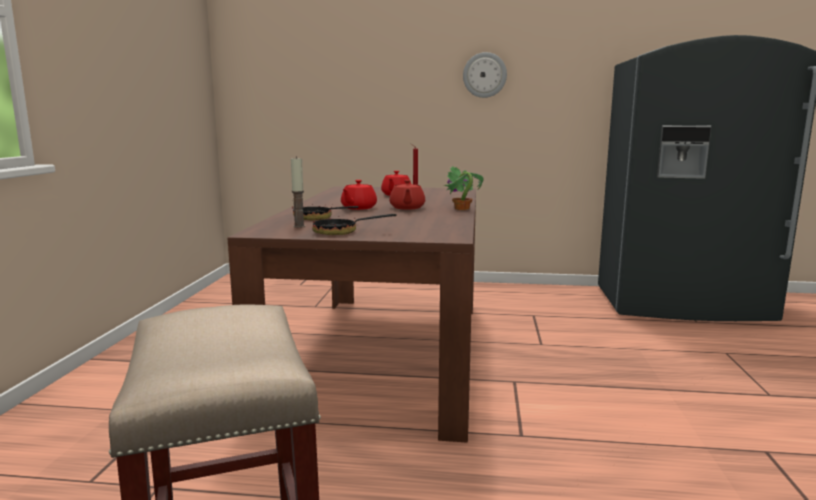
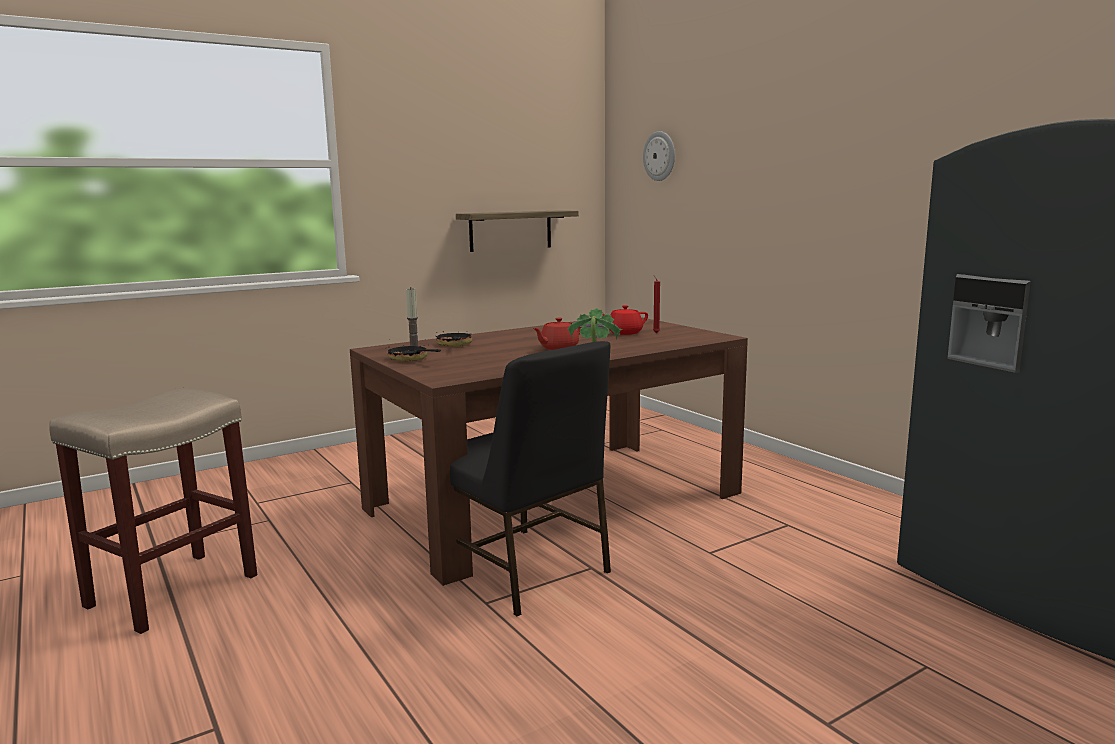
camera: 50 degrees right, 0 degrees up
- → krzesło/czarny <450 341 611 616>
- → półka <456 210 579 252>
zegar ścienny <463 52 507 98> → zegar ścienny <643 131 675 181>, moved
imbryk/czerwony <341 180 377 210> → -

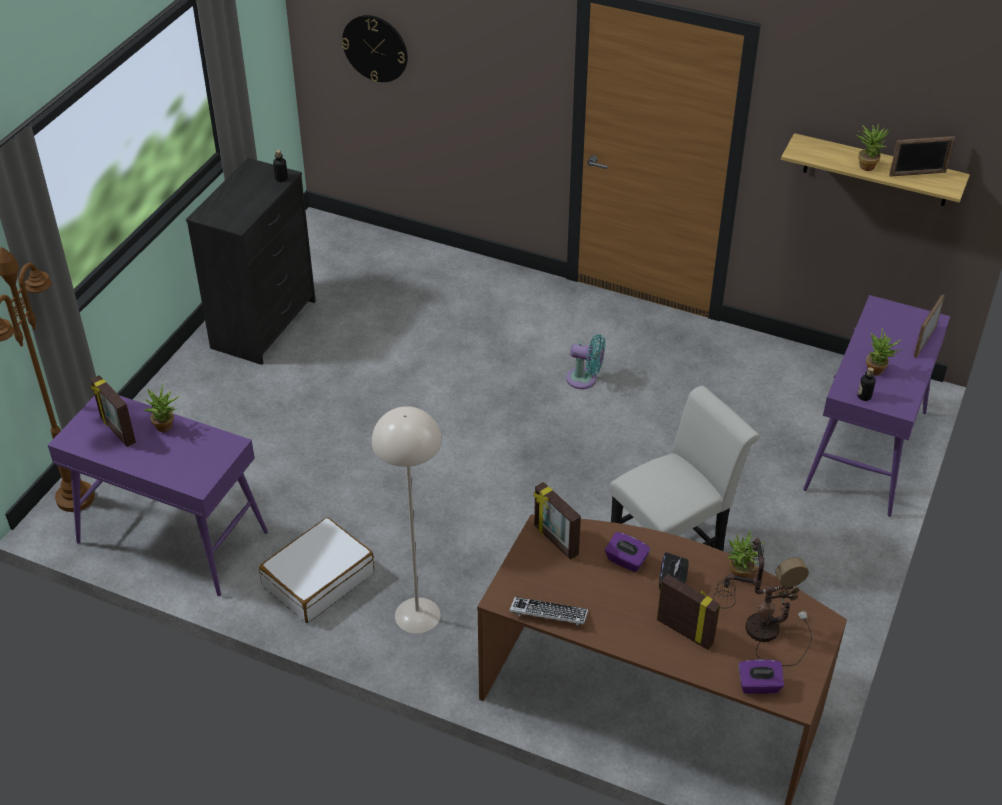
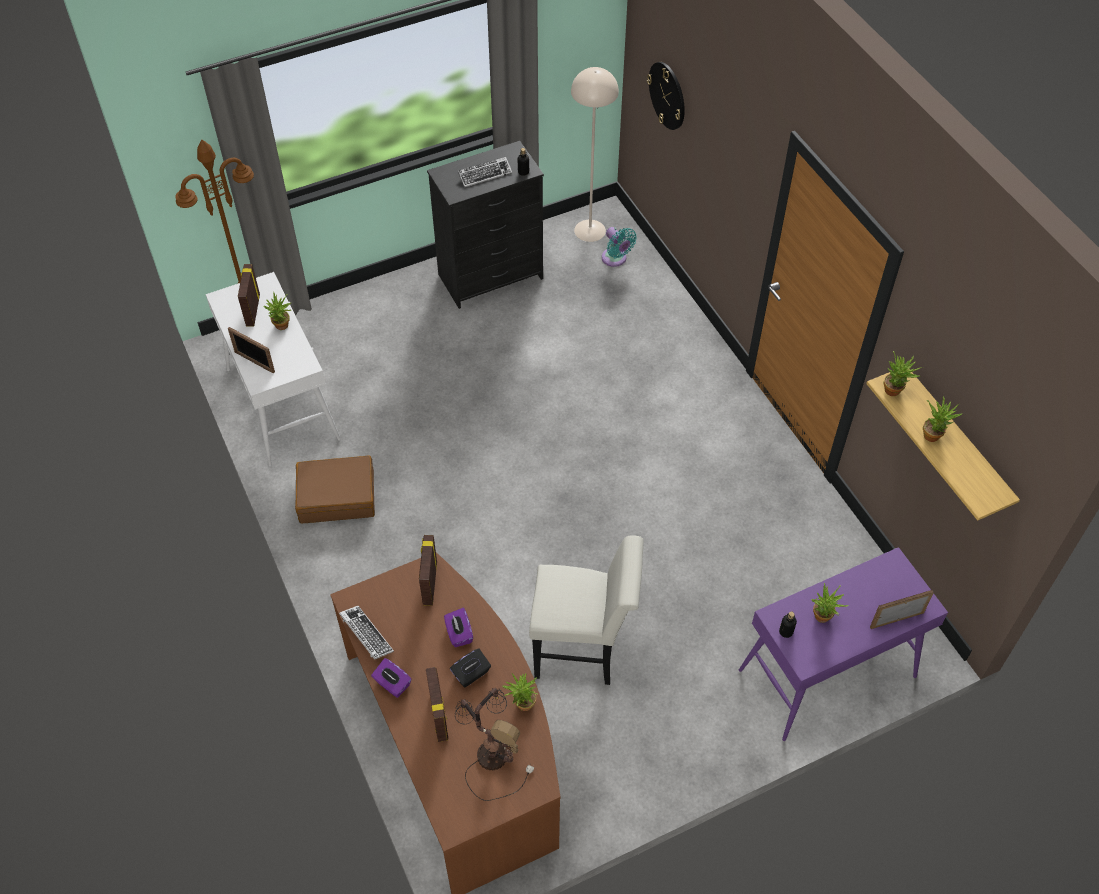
camera: 40 degrees right, 10 degrees up
stolik konsolowy/fioletowy <48 395 268 596> → stolik konsolowy/biały <206 272 341 466>
ramka na zdjęcie <889 136 955 177> → ramka na zdjęcie <228 327 275 373>, moved
walizka/biały <259 517 374 623> → walizka/brązowy <295 455 375 524>
pudełko chusteczek/fioletowy <738 660 784 694> → pudełko chusteczek/fioletowy <371 658 411 698>, moved
- → klawiatura <458 157 512 187>
lampa stojąca/beżowy <372 406 442 634> → lampa stojąca/beżowy <571 67 619 242>, moved
wentylator/turkusowy <566 334 605 389> → wentylator/turkusowy <602 227 637 267>, moved
- → roślina doniczkowa <884 351 922 396>

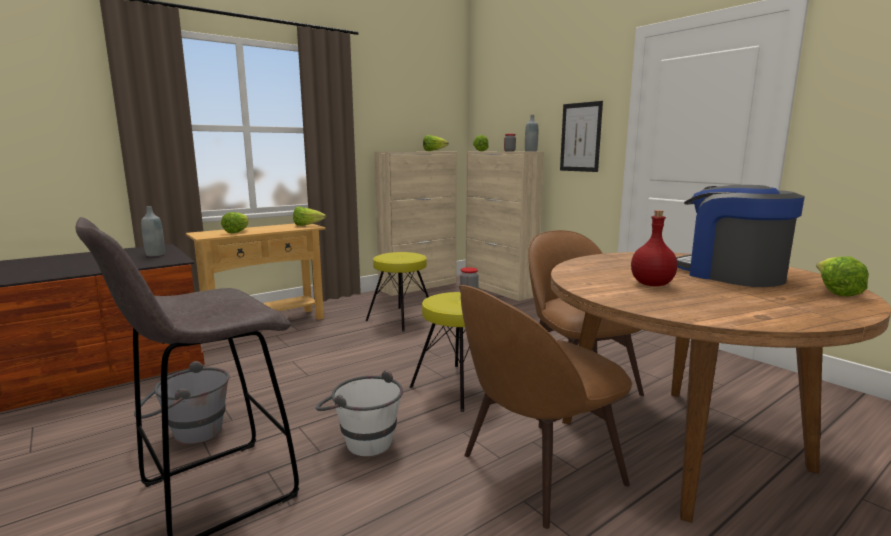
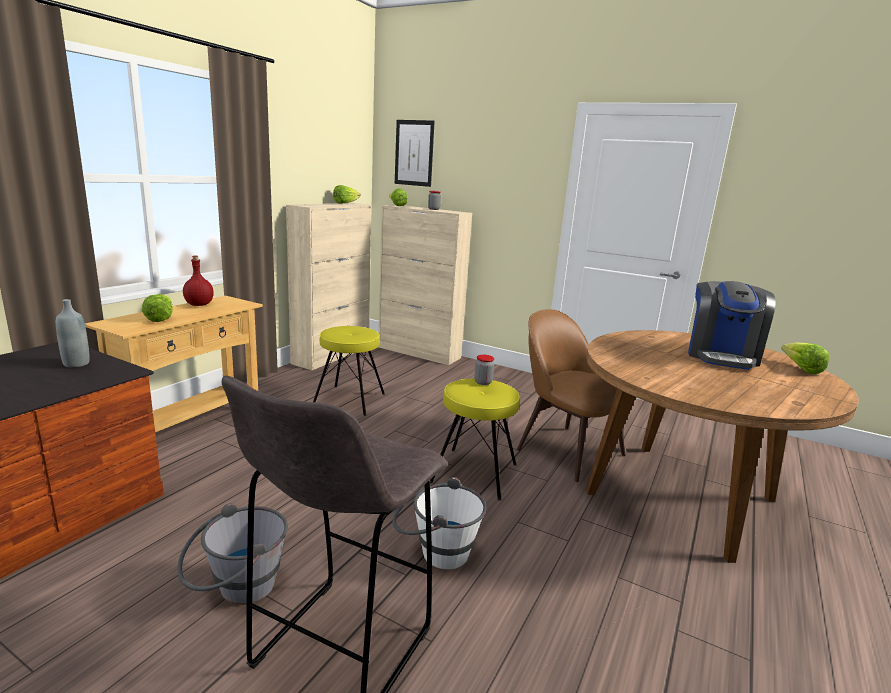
camera: 25 degrees left, 5 degrees up
butelka/czerwony <631 210 677 286> → butelka/czerwony <183 256 214 306>, moved
obraz <560 101 603 172> → obraz <395 120 435 187>, moved
ekspres do kawy <676 185 805 287> → ekspres do kawy <688 281 775 370>, 105 degrees counterclockwise
sałata <293 206 326 226> → -
krzesło/brązowy <459 285 632 529> → -
butelka/szary <525 115 538 152> → -

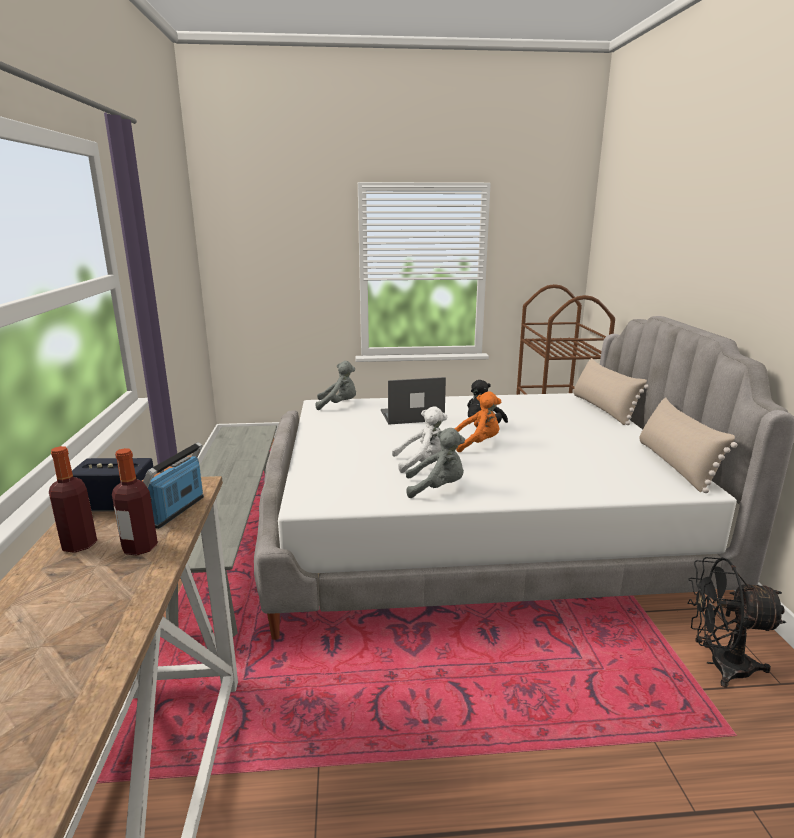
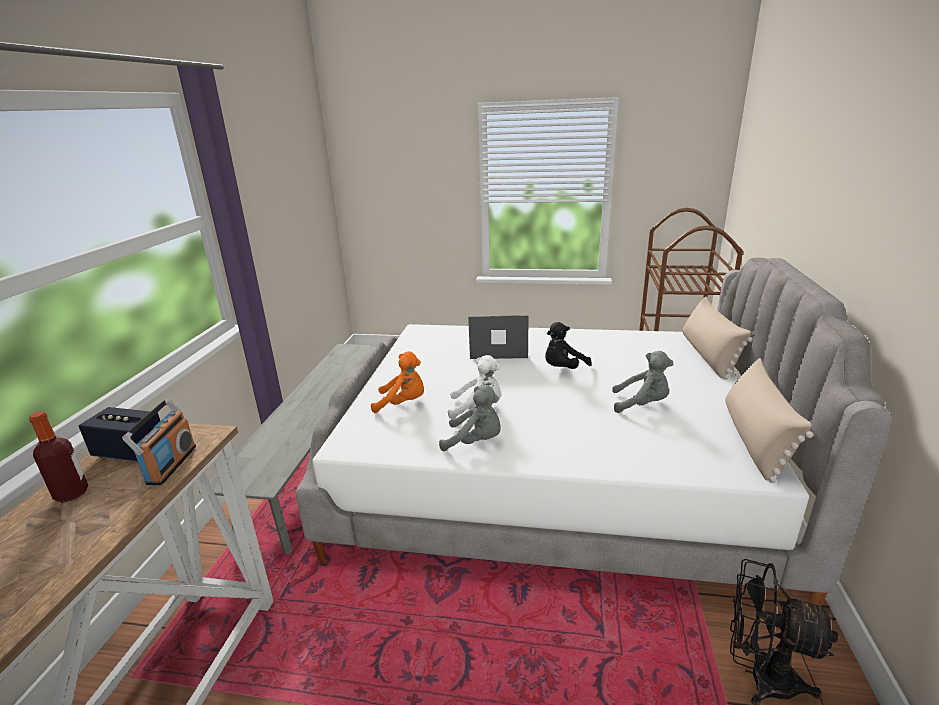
camera: 15 degrees right, 5 degrees up
radio <142 442 204 529> → radio <122 398 196 485>, 150 degrees clockwise
pluszak/pomarańczowy <455 391 501 452> → pluszak/pomarańczowy <371 351 424 413>, moved
pluszak/szary <315 361 356 410> → pluszak/szary <612 351 673 413>, moved
butelka <112 448 158 555> → -

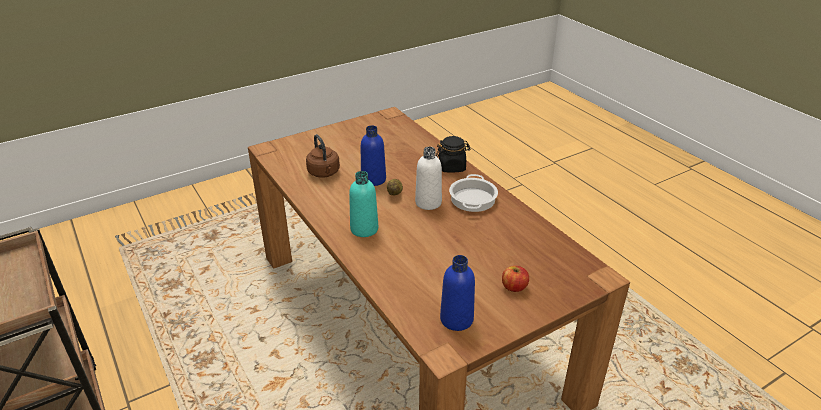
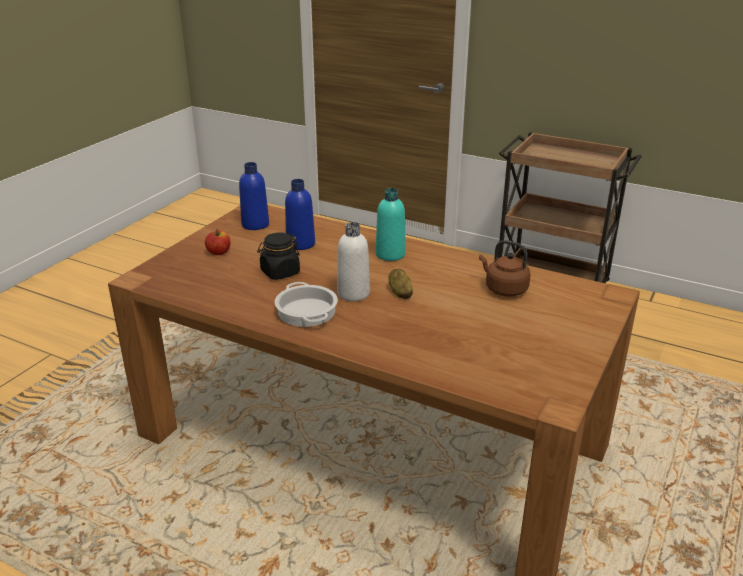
camera: 150 degrees right, 5 degrees down
słoik/czarny <436 136 471 172> → słoik/czarny <257 233 300 280>, moved
butelka/niebieski <361 125 386 186> → butelka/niebieski <285 179 315 250>, moved

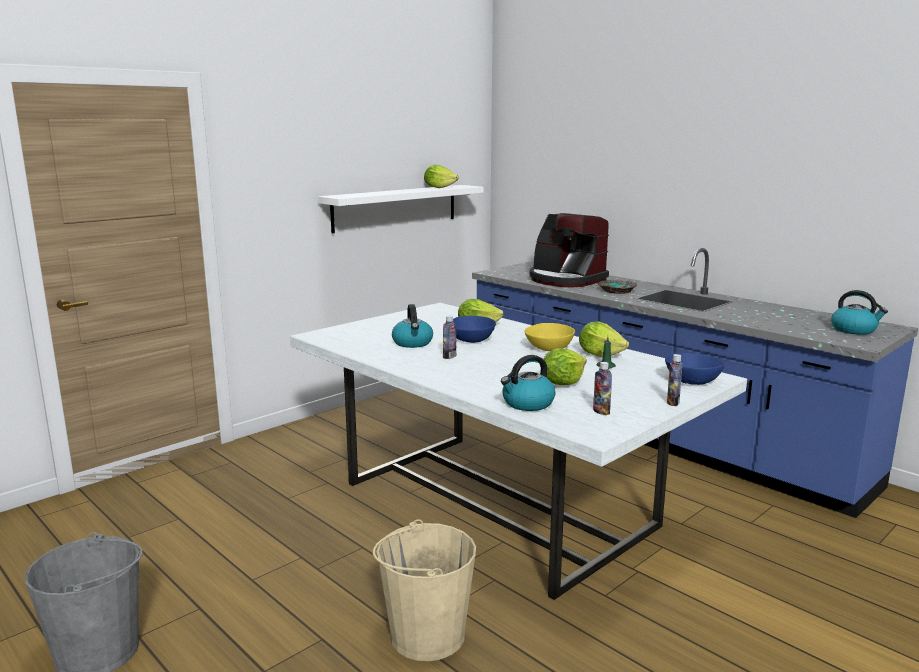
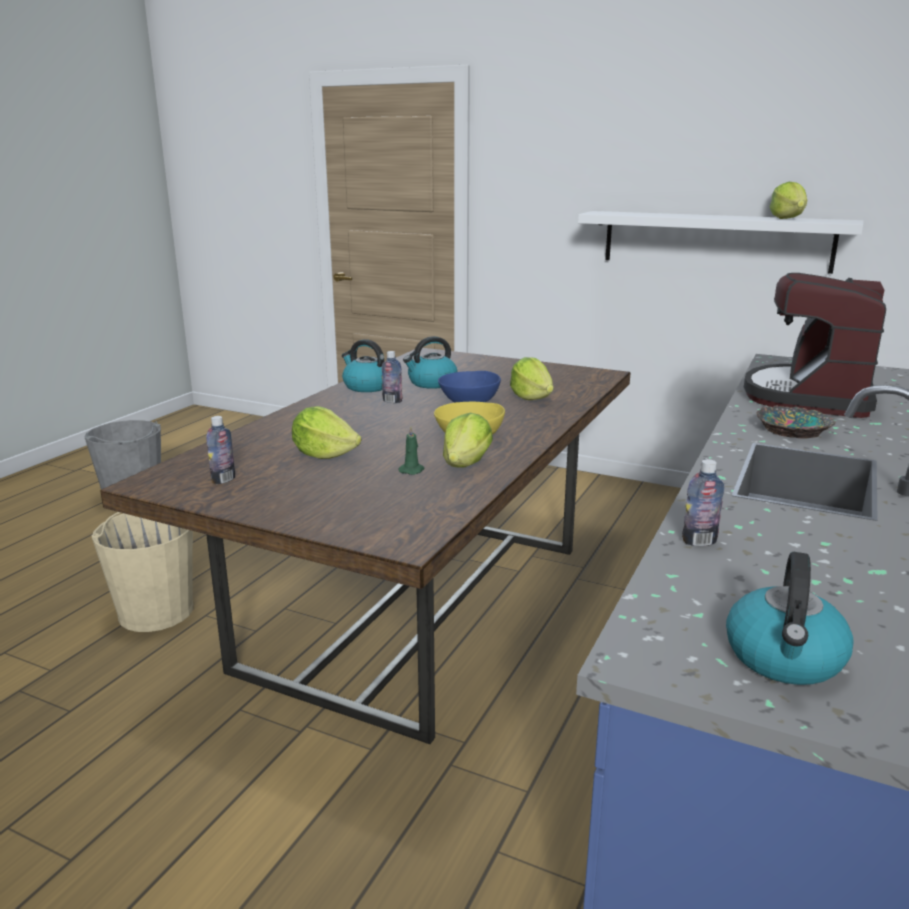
camera: 70 degrees right, 5 degrees up
stół jadalny/biały <290 303 747 600> → stół jadalny/brązowy <101 348 630 744>
czajnik <501 355 555 411> → czajnik <342 339 384 392>, moved
butelka <667 354 683 406> → butelka <682 459 724 546>, moved
miska/niebieski <665 353 725 385> → -

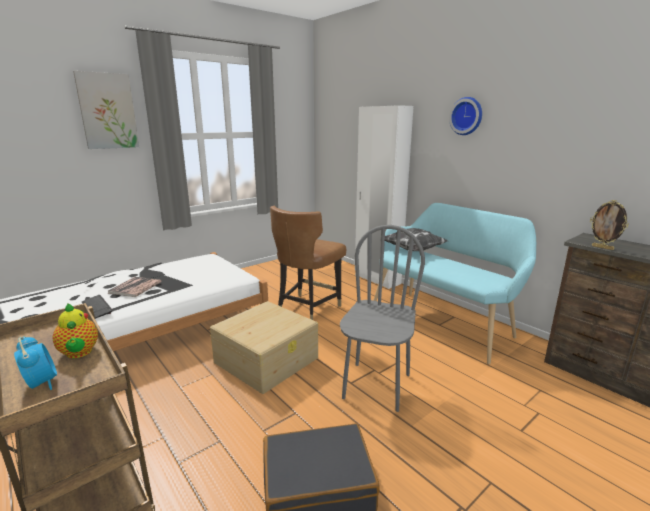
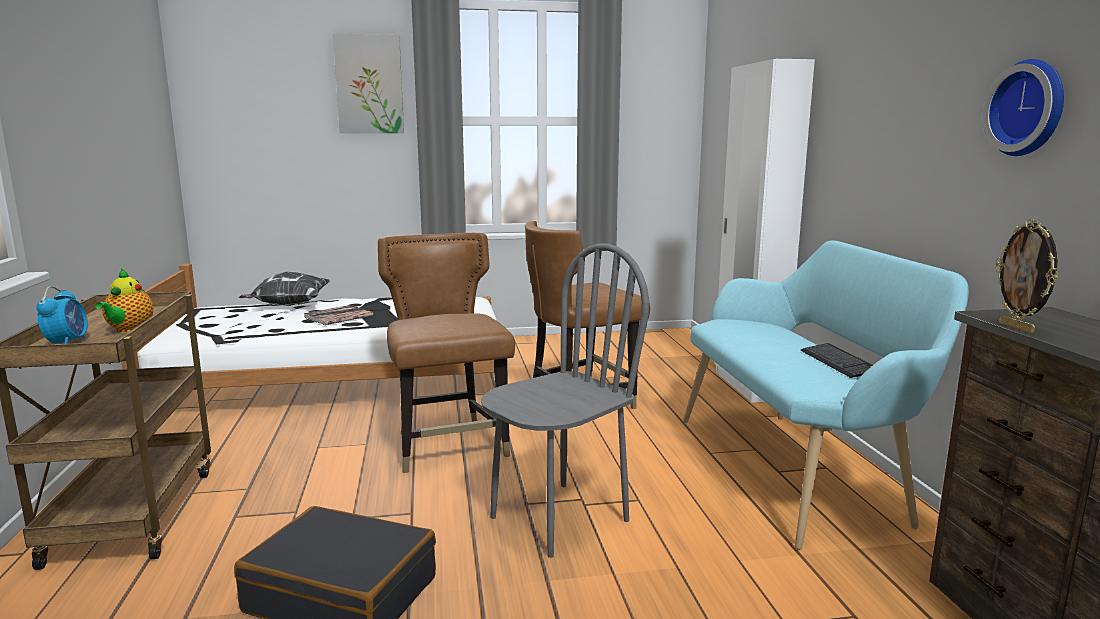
camera: 30 degrees right, 5 degrees down
poduszka <385 228 448 251> → poduszka <238 272 330 306>, moved
pojemnik do przechowywania/beżowy <210 301 318 394> → krzesło/brązowy <378 233 515 473>
klawiatura <82 295 113 319> → klawiatura <801 343 873 378>, moved
zegar ścienny <449 97 482 135> → zegar ścienny <983 59 1064 156>, moved

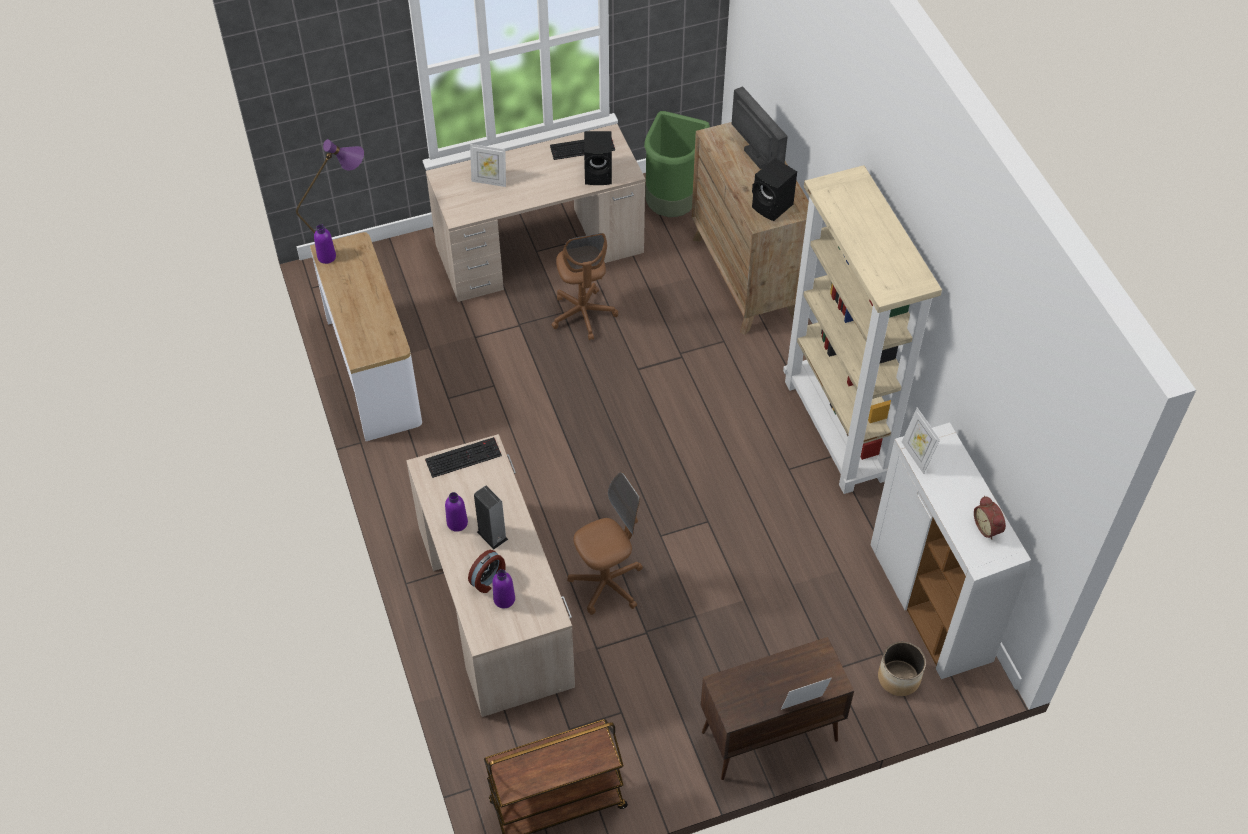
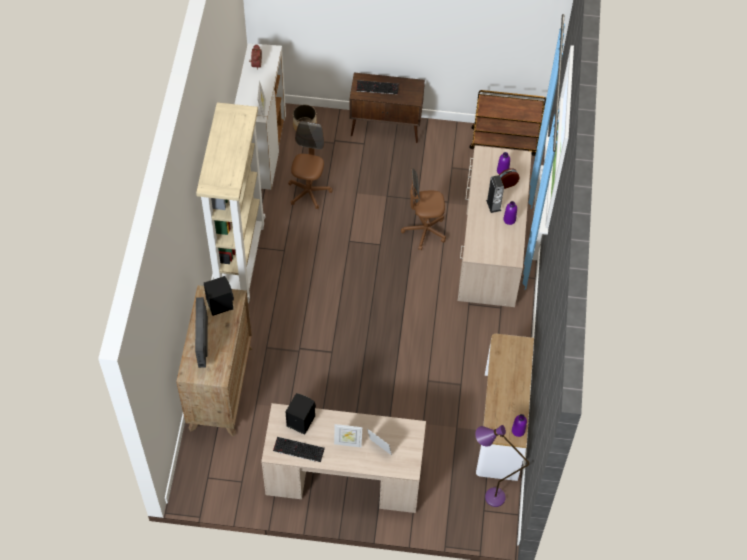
camera: 155 degrees left, 5 degrees up
krzesło biurowe/brązowy <552 233 618 341> → krzesło biurowe/brązowy <288 121 333 209>, moved
ramka na zdjęcie <781 678 832 710> → ramka na zdjęcie <334 424 362 447>, moved
klawiatura <425 437 502 478> → klawiatura <356 80 399 94>, moved
kosz na śmieci/zielony <644 111 710 217> → -

